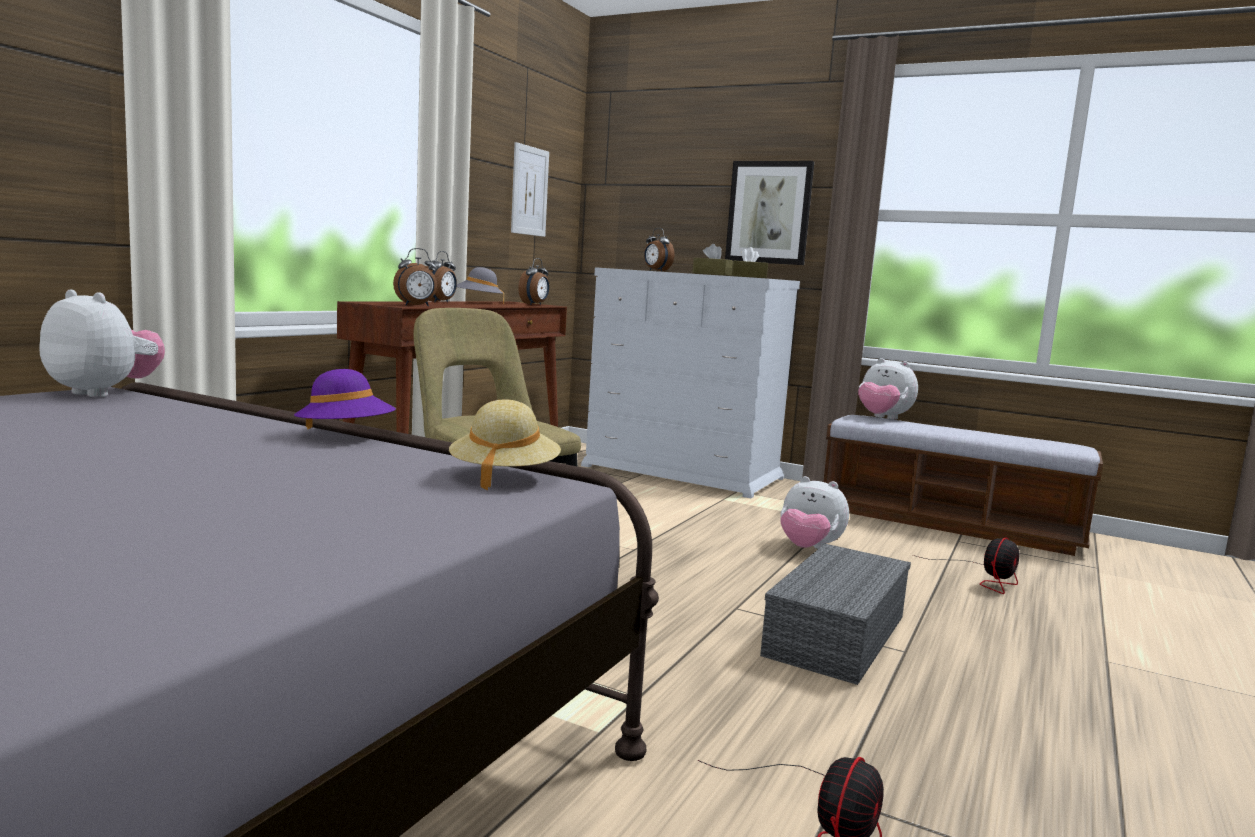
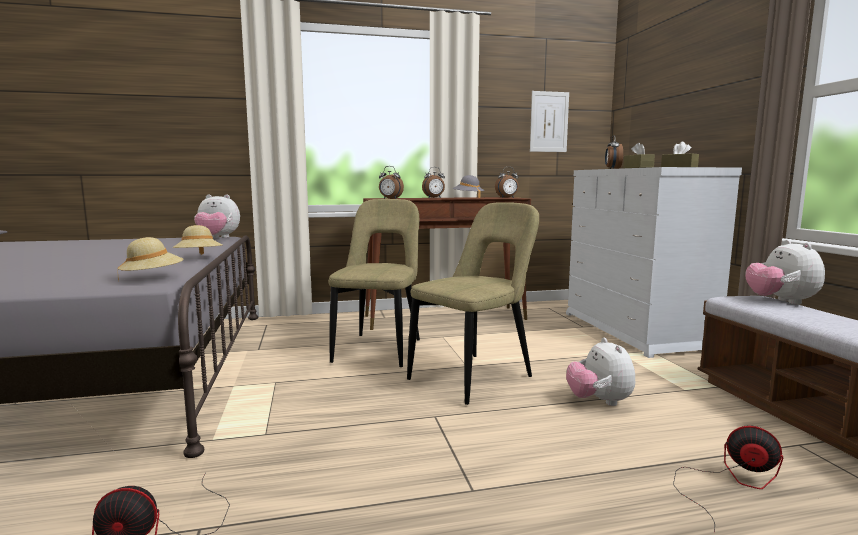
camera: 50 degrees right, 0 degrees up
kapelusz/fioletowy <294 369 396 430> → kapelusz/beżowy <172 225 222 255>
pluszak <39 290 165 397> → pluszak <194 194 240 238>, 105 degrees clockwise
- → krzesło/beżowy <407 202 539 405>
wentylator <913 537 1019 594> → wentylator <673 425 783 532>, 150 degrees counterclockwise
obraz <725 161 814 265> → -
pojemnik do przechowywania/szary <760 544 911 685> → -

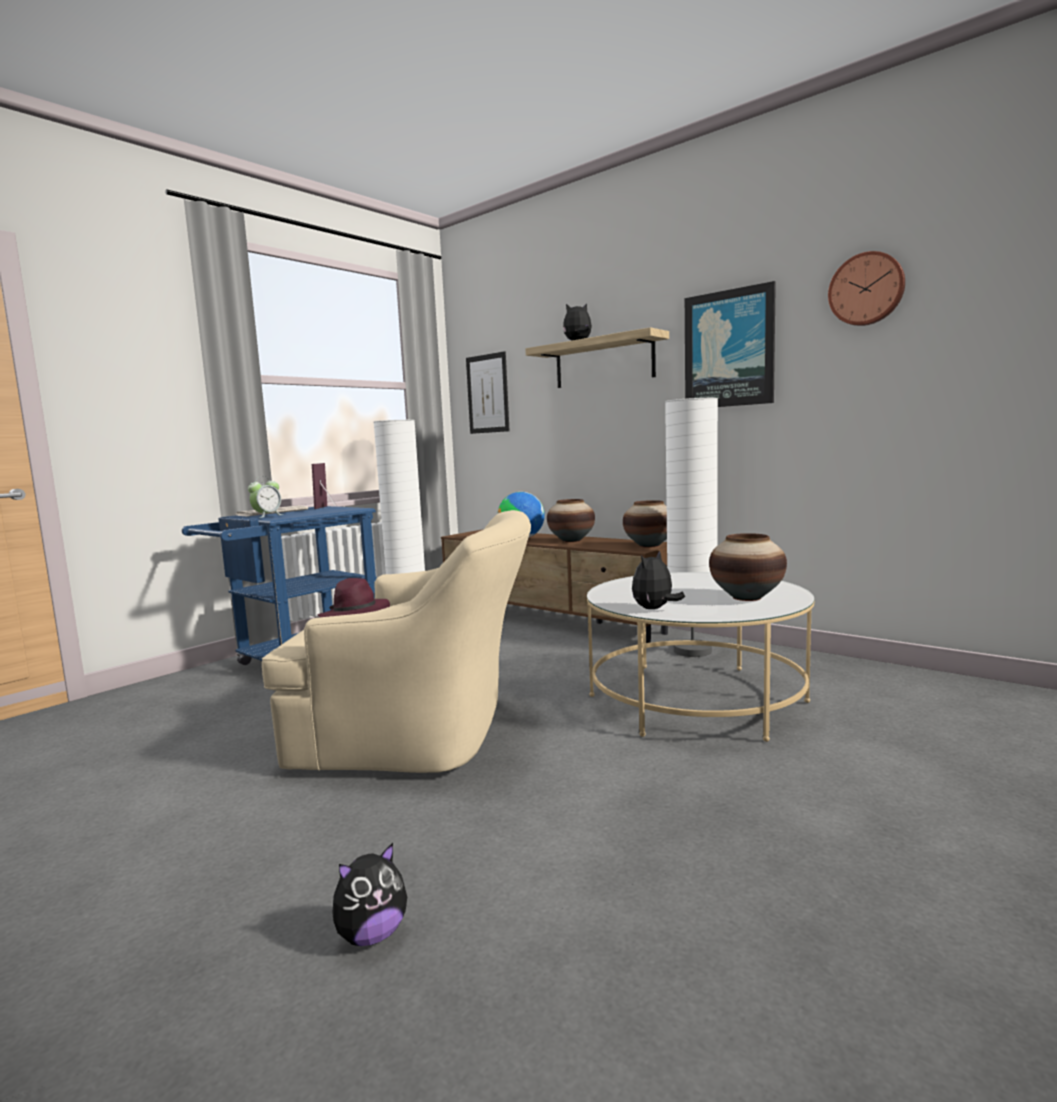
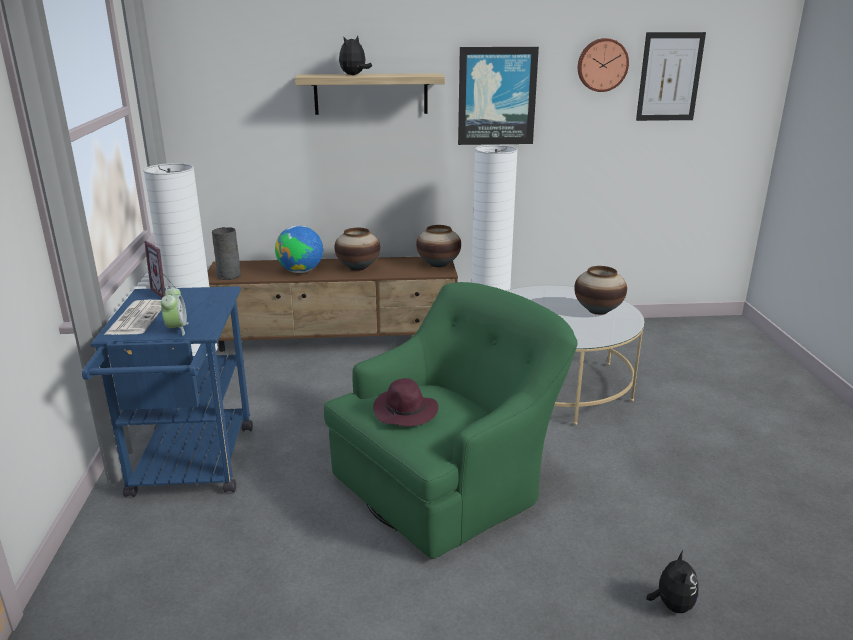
camera: 45 degrees left, 15 degrees up
- → wazon/szary <212 227 241 280>
fotel/beżowy <262 510 531 773> → fotel/zielony <324 282 578 559>
obraz <466 351 510 434> → obraz <636 32 706 121>, moved
pluszak <632 550 685 609> → -

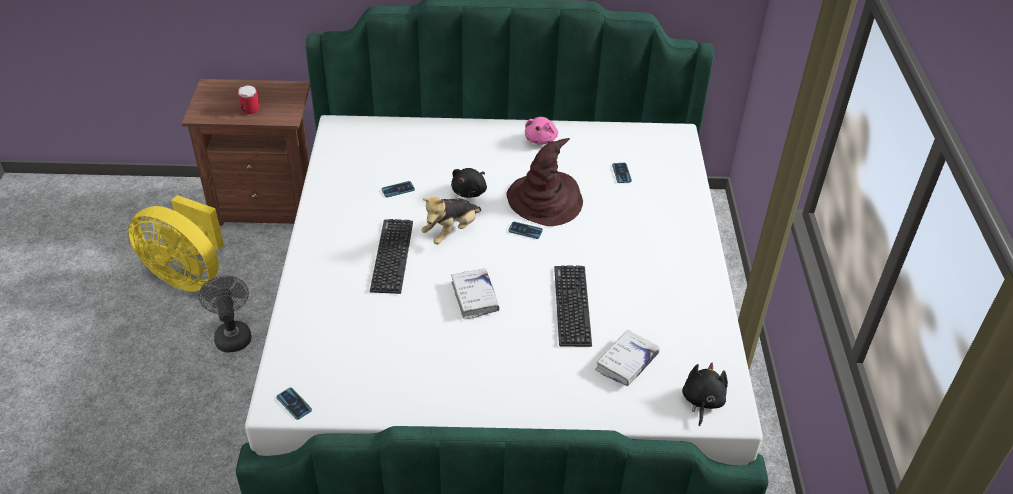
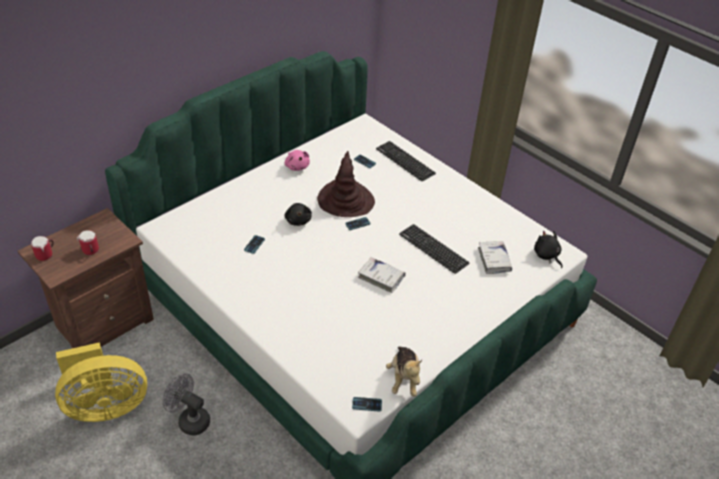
camera: 45 degrees left, 0 degrees up
- → kubek <31 236 54 261>
klawiatura <370 219 413 294> → klawiatura <376 141 436 181>, moved
pluszak <421 197 481 245> → pluszak <386 346 422 397>, moved

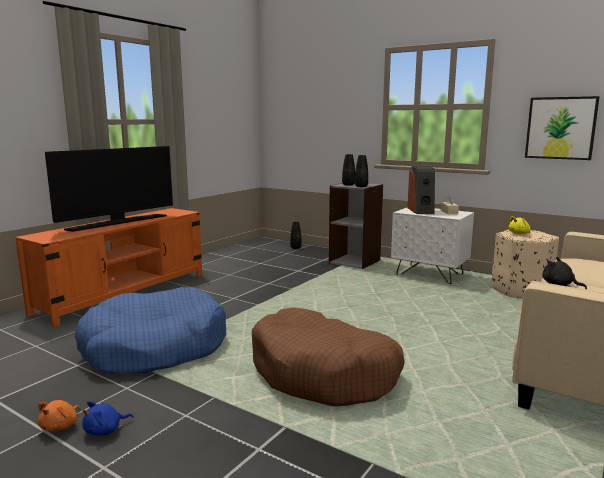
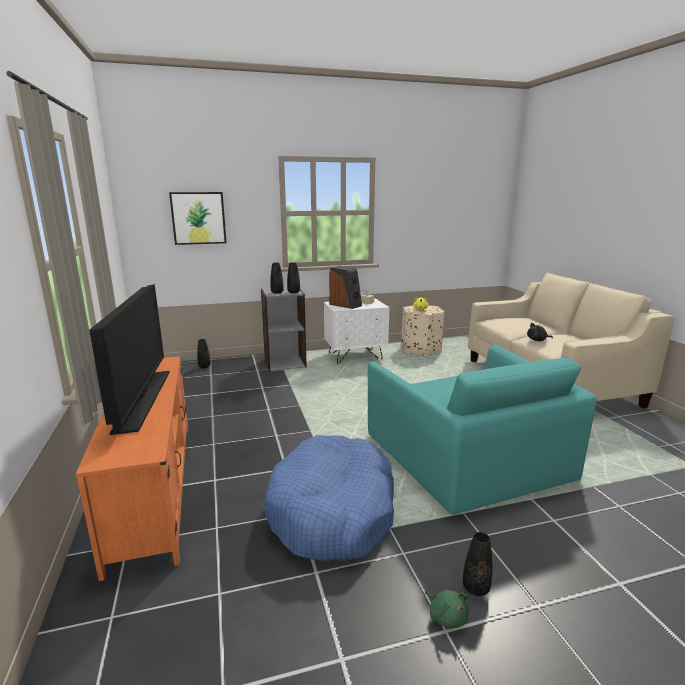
camera: 50 degrees left, 5 degrees up
obraz <525 96 600 160> → obraz <169 192 227 245>, moved
legowisko/brązowy <252 307 405 406> → fotel/turkusowy <368 345 597 515>
pluszak/pomarańczowy <38 400 80 432> → pluszak/zielony <425 590 469 629>
pluszak/niebieski <82 401 133 436> → wazon/czarny <463 532 492 596>

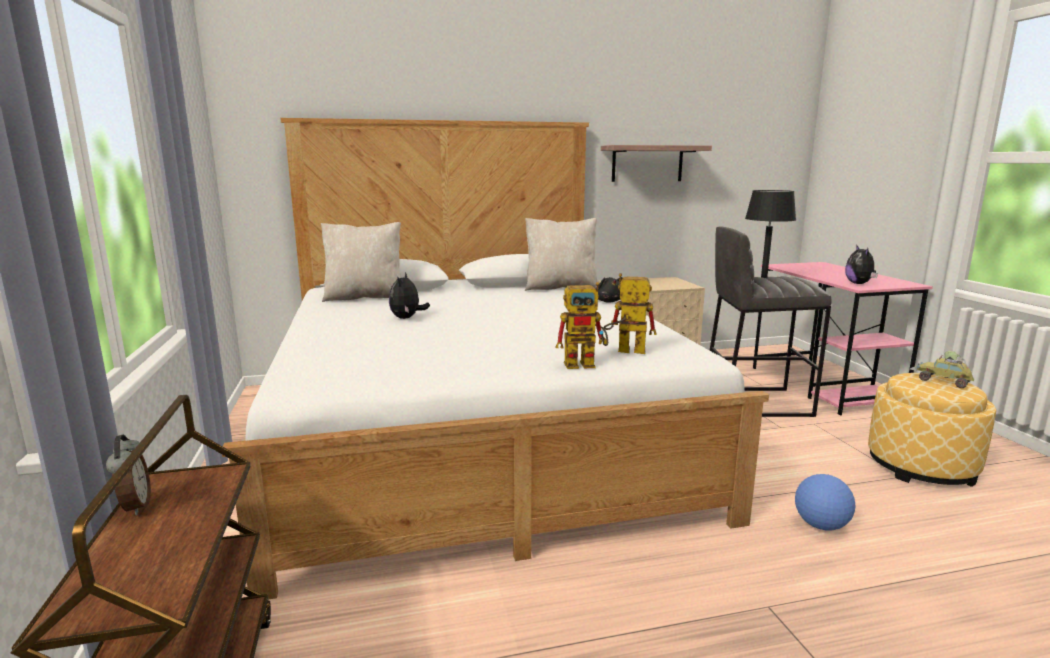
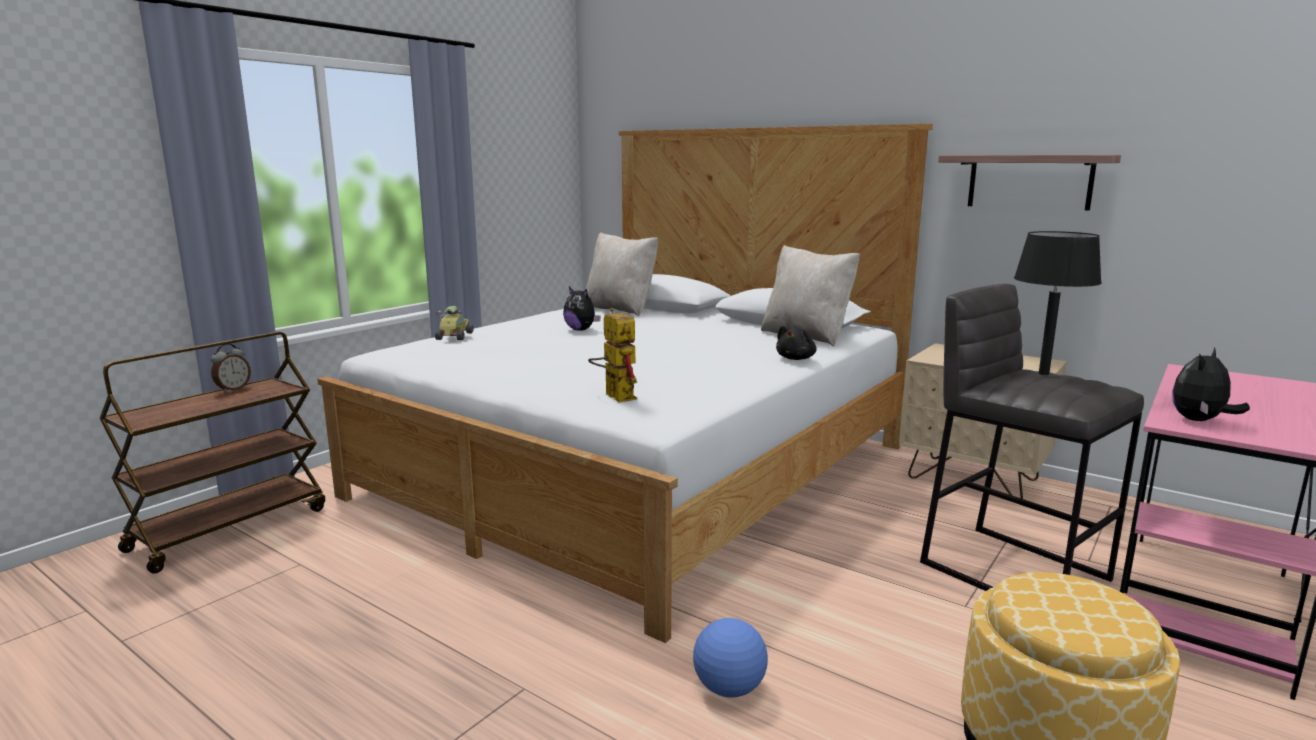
camera: 50 degrees right, 0 degrees up
samochodzik <910 351 974 388> → samochodzik <435 306 473 340>, moved
pluszak <389 272 430 319> → pluszak <563 286 601 331>, 105 degrees counterclockwise
robot zabawkowy <555 282 608 369> → -

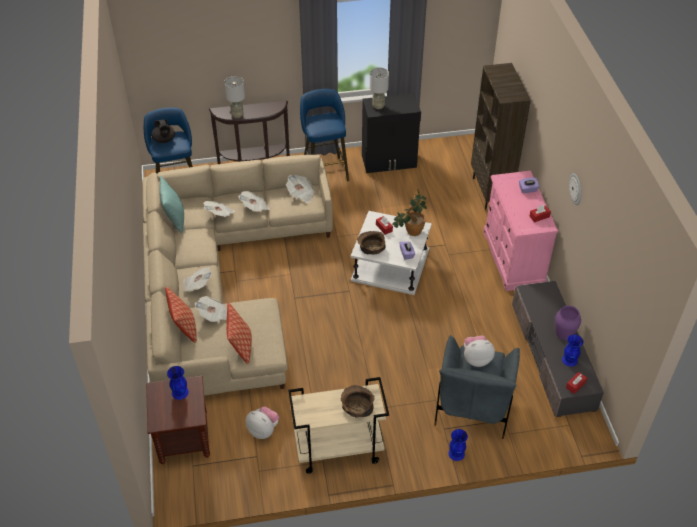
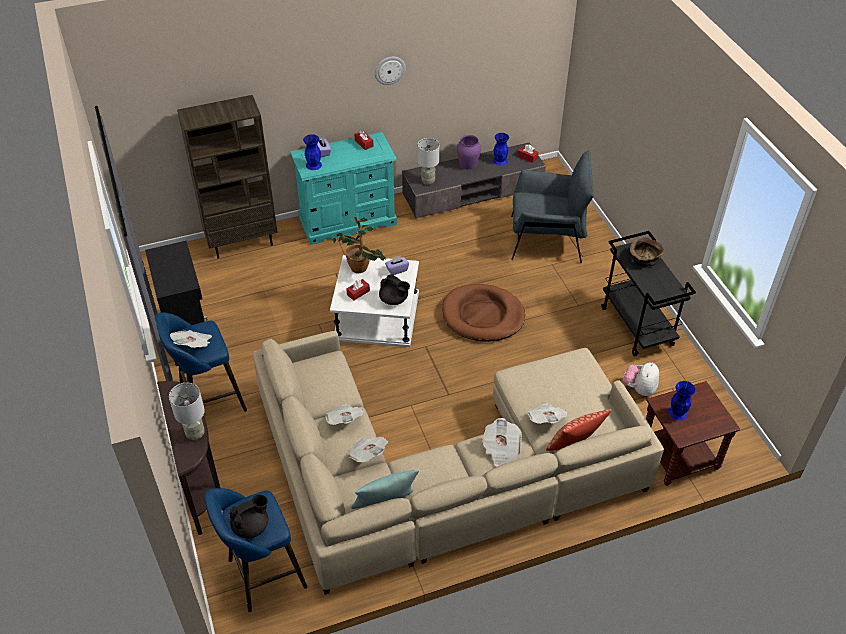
camera: 100 degrees left, 0 degrees up
gazeta <286 175 316 203> → gazeta <170 330 212 348>, moved
komoda/różowy <483 171 558 291> → komoda/turkusowy <290 132 397 245>
wazon/niebieski <448 429 468 461> → wazon/niebieski <303 134 322 170>, moved
miska/brązowy <357 231 386 254> → imbryk/czarny <379 274 410 305>
lampa stołowa/szary <370 67 389 109> → lampa stołowa/szary <418 138 439 185>, moved
- → legowisko/brązowy <442 284 525 342>
wózek/beżowy <288 377 389 474> → wózek/czarny <601 231 696 357>
poduszka <227 303 252 364> → -
pluszak <464 335 495 367> → -

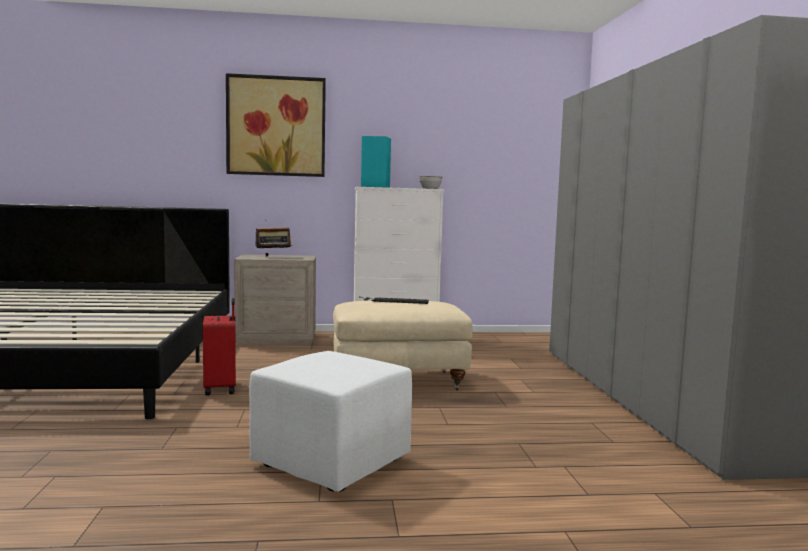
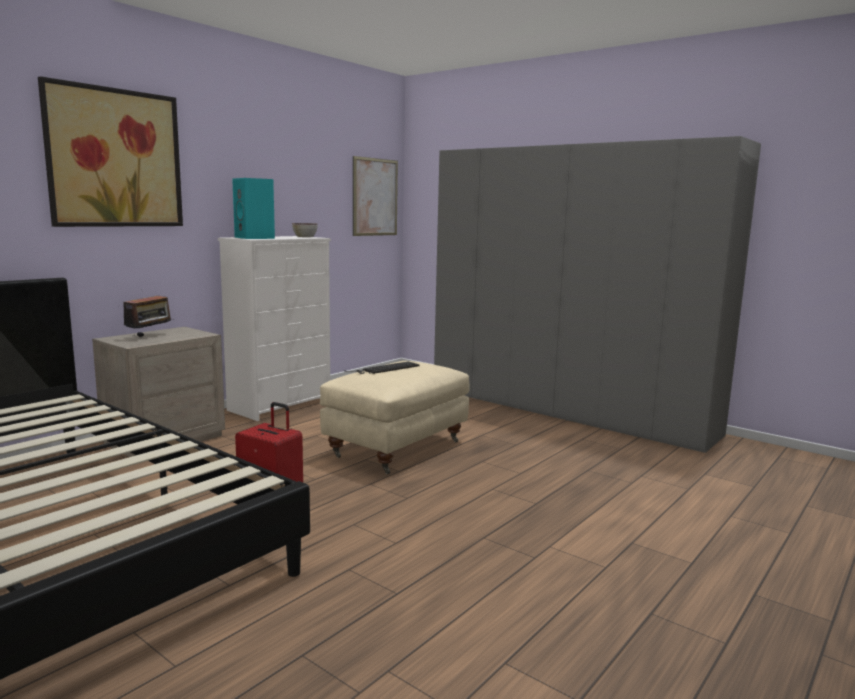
camera: 45 degrees left, 5 degrees up
- → obraz <353 156 398 236>
pufa/biały <249 351 412 492> → -

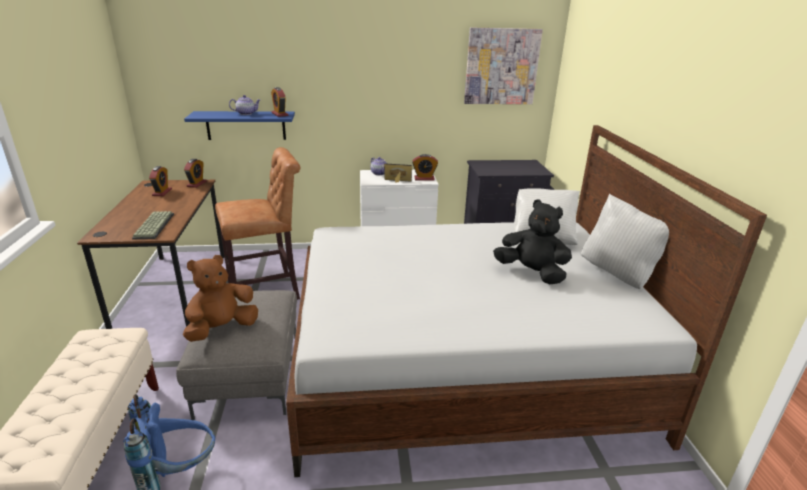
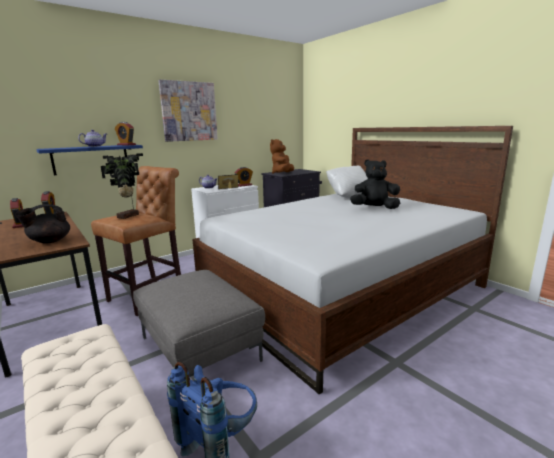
camera: 30 degrees left, 10 degrees down
klawiatura <132 211 174 239> → imbryk/czarny <15 204 70 244>
- → roślina doniczkowa <101 153 143 219>
obraz <464 28 543 104> → obraz <158 80 218 142>, moved
pluszak/brązowy <183 255 258 342> → pluszak/brązowy <270 139 294 174>, moved
poduszka/biały <581 194 669 289> → -

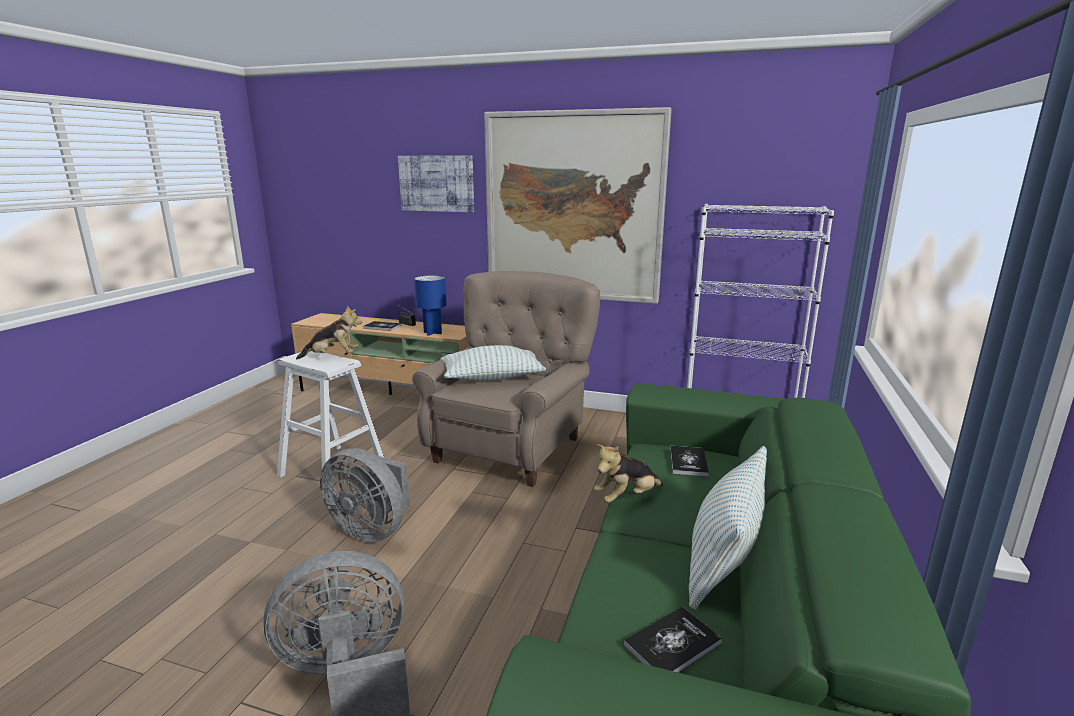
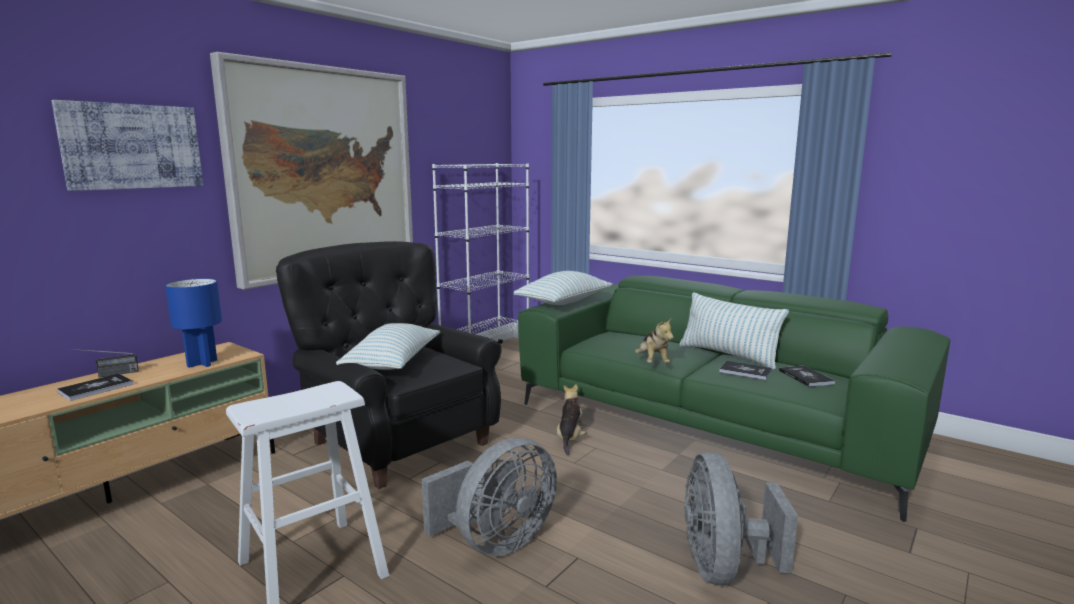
camera: 70 degrees left, 5 degrees down
fotel/beżowy <412 271 600 487> → fotel/czarny <276 241 501 489>
- → poduszka <514 271 613 305>
pluszak <296 306 362 359> → pluszak <557 384 586 455>, moved
książka <670 446 709 476> → książka <719 361 772 380>, moved

